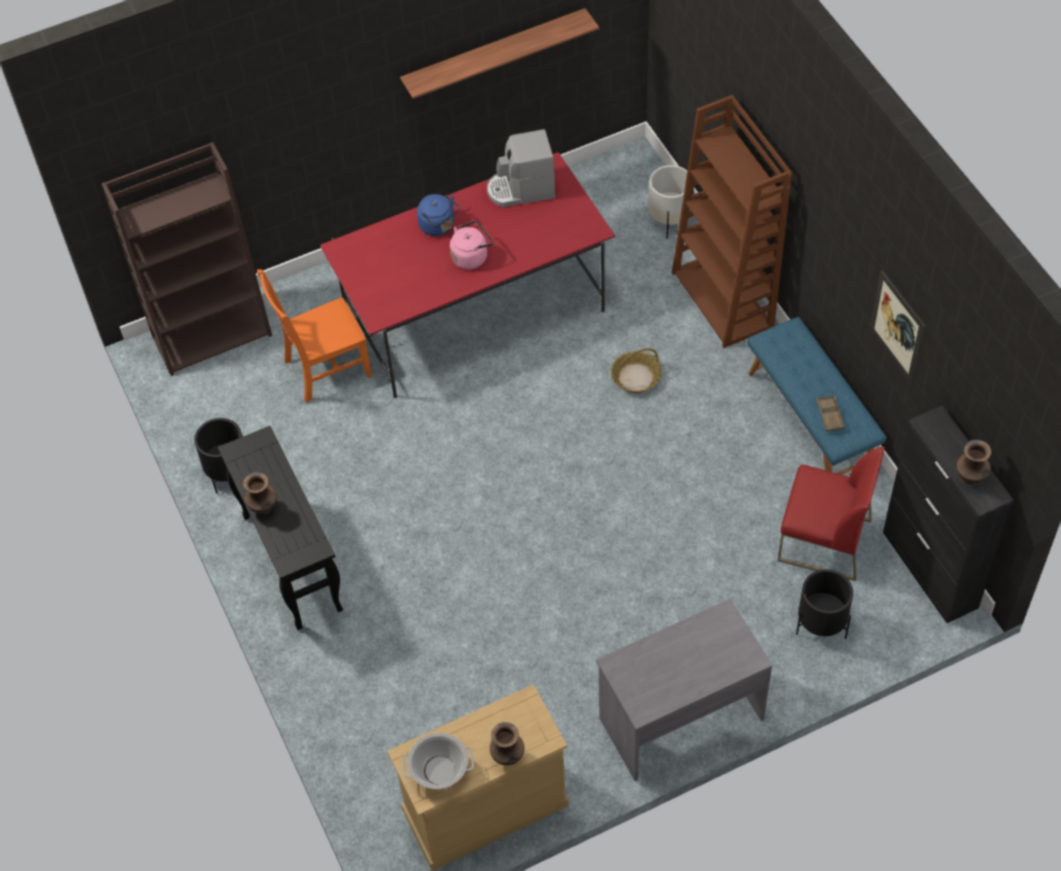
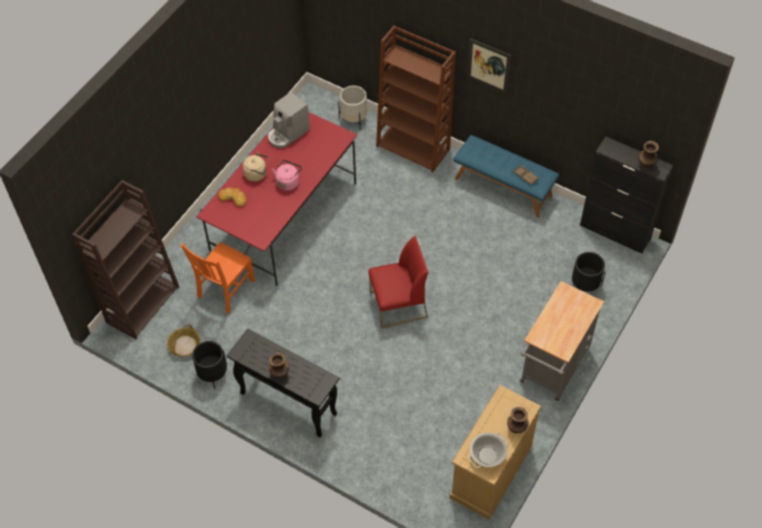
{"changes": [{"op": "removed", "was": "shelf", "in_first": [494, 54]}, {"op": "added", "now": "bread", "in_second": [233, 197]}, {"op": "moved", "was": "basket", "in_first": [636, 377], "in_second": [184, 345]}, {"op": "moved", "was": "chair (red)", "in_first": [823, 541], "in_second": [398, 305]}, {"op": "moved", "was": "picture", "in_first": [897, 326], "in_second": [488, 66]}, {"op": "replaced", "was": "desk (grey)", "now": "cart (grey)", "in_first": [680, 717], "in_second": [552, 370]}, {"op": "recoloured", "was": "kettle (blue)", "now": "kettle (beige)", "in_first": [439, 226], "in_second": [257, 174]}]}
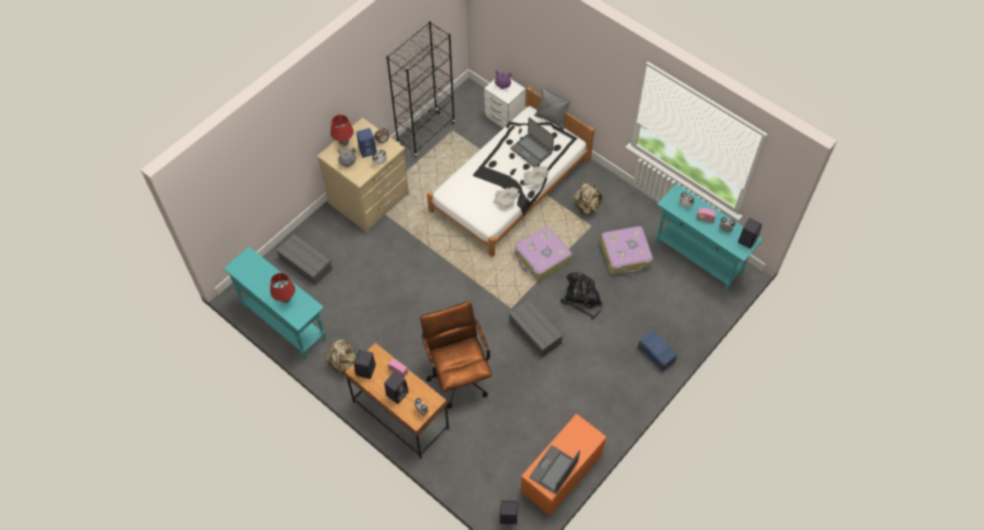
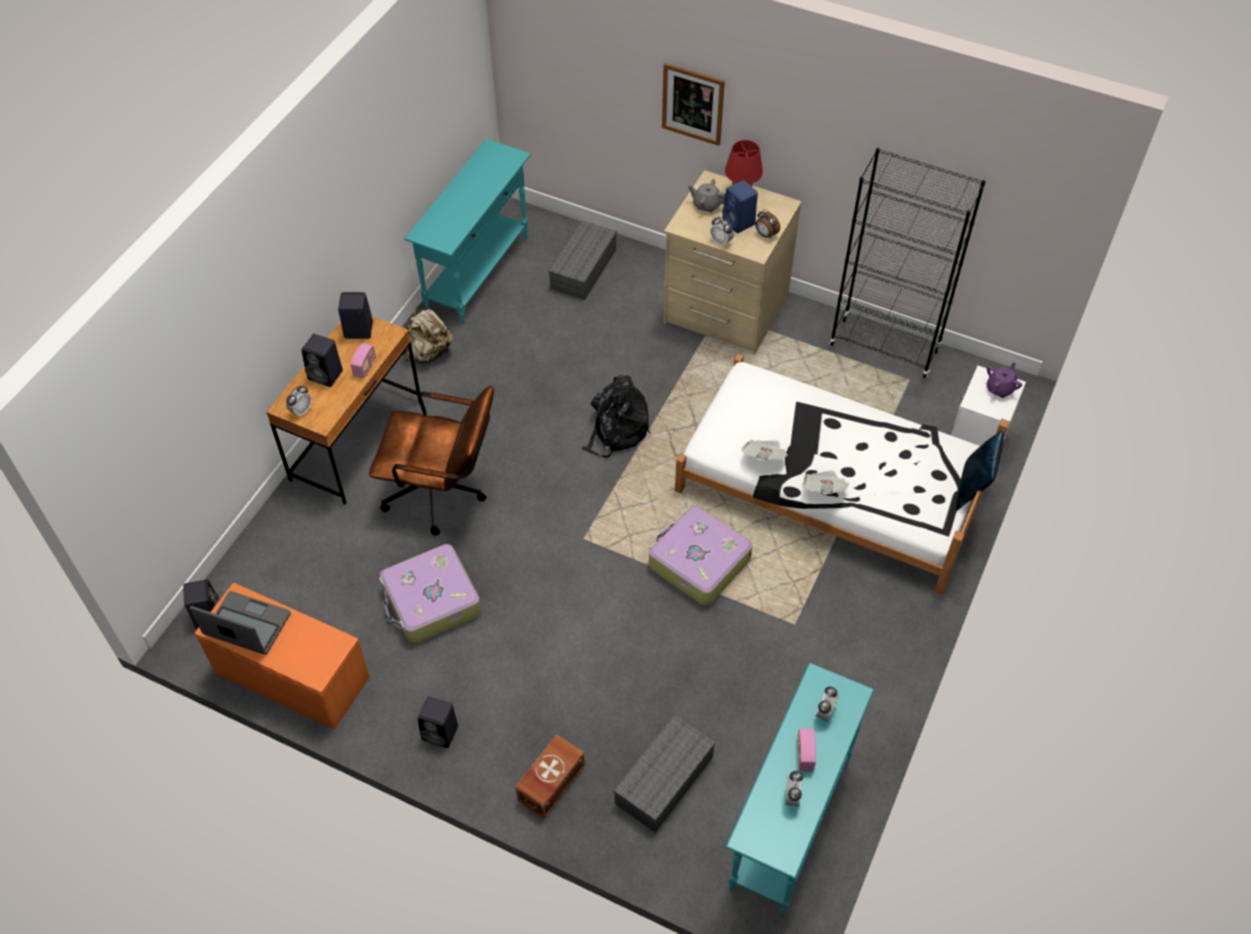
{"changes": [{"op": "removed", "was": "table lamp (red)", "in_first": [285, 299]}, {"op": "removed", "was": "laptop", "in_first": [531, 150]}, {"op": "removed", "was": "backpack (beige)", "in_first": [586, 207]}, {"op": "added", "now": "picture", "in_second": [693, 104]}, {"op": "moved", "was": "storage box (grey)", "in_first": [536, 332], "in_second": [664, 782]}, {"op": "moved", "was": "backpack (black)", "in_first": [582, 299], "in_second": [616, 430]}, {"op": "moved", "was": "suitcase", "in_first": [626, 255], "in_second": [431, 602]}, {"op": "moved", "was": "speaker (black)", "in_first": [747, 239], "in_second": [441, 733]}, {"op": "recoloured", "was": "pillow (grey)", "now": "pillow (blue)", "in_first": [552, 119], "in_second": [973, 488]}, {"op": "recoloured", "was": "storage box (blue)", "now": "storage box (brown)", "in_first": [656, 355], "in_second": [549, 783]}, {"op": "turned", "was": "office chair (brown)", "in_first": [458, 374], "in_second": [443, 494], "clockwise": 45}]}
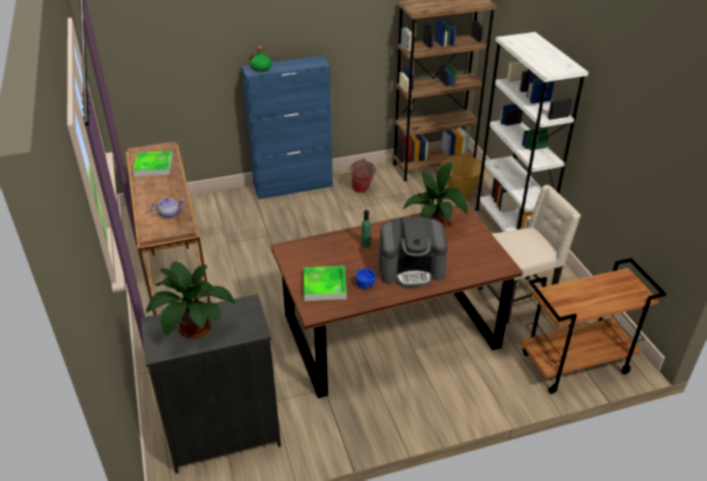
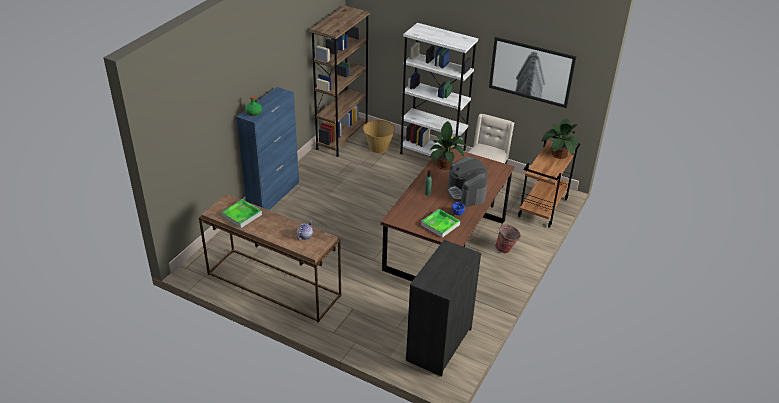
{"changes": [{"op": "added", "now": "picture", "in_second": [531, 71]}, {"op": "moved", "was": "potted plant", "in_first": [192, 327], "in_second": [558, 155]}, {"op": "moved", "was": "bucket", "in_first": [361, 190], "in_second": [506, 250]}, {"op": "turned", "was": "coffee machine", "in_first": [411, 269], "in_second": [466, 193], "clockwise": 120}]}
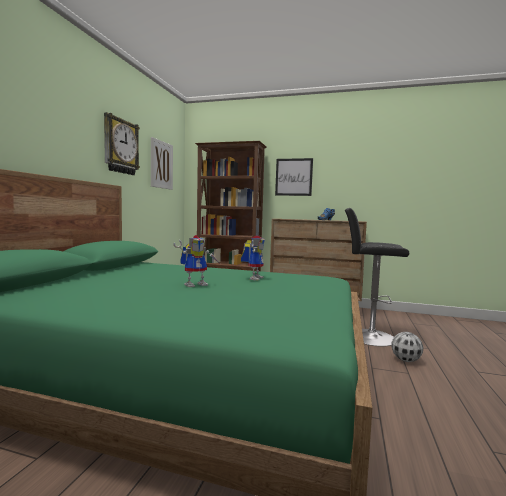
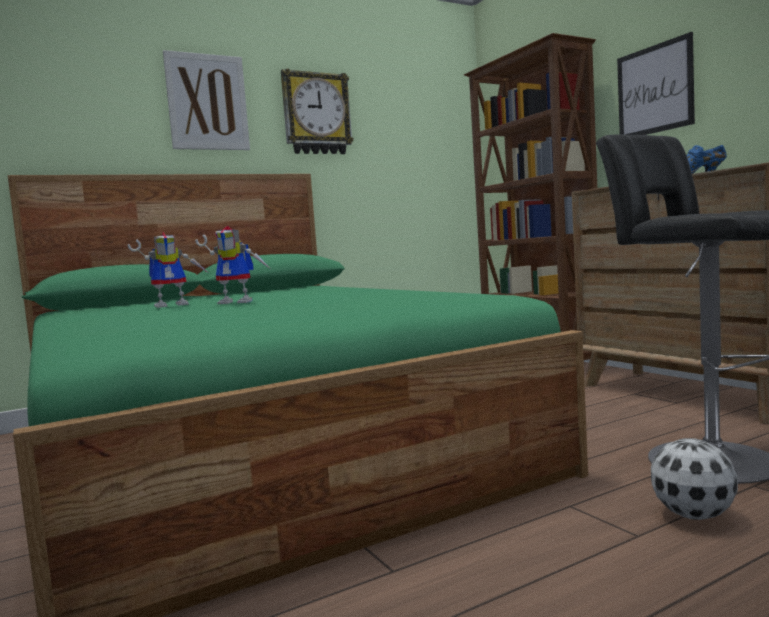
{"changes": [{"op": "moved", "was": "picture", "in_first": [161, 165], "in_second": [207, 102]}, {"op": "moved", "was": "toy robot", "in_first": [254, 278], "in_second": [174, 305]}]}
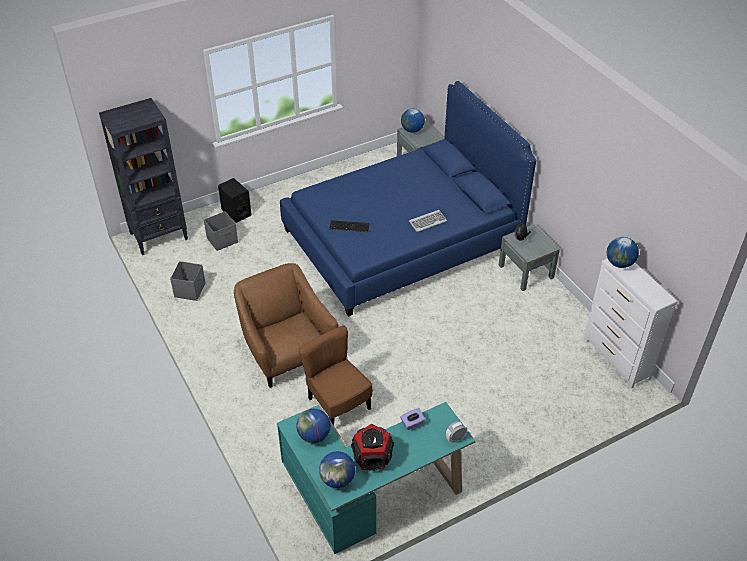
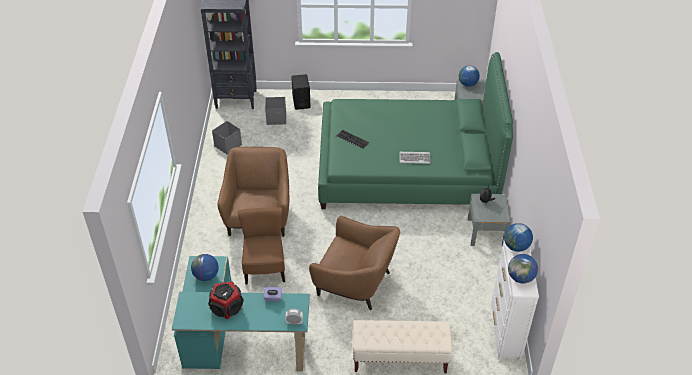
{"changes": [{"op": "added", "now": "armchair (brown)", "in_second": [355, 283]}, {"op": "added", "now": "bench (beige)", "in_second": [399, 358]}, {"op": "moved", "was": "globe", "in_first": [338, 479], "in_second": [520, 278]}, {"op": "recoloured", "was": "bed (blue)", "now": "bed (green)", "in_first": [401, 238], "in_second": [407, 167]}]}
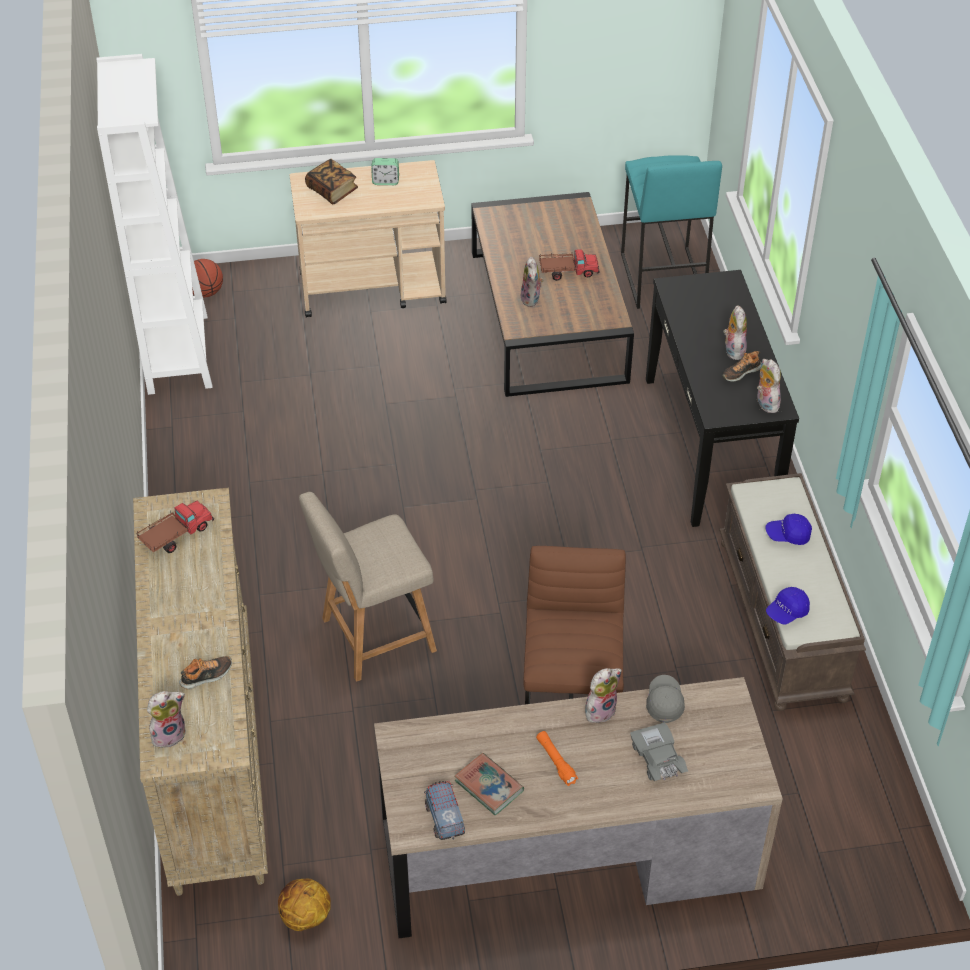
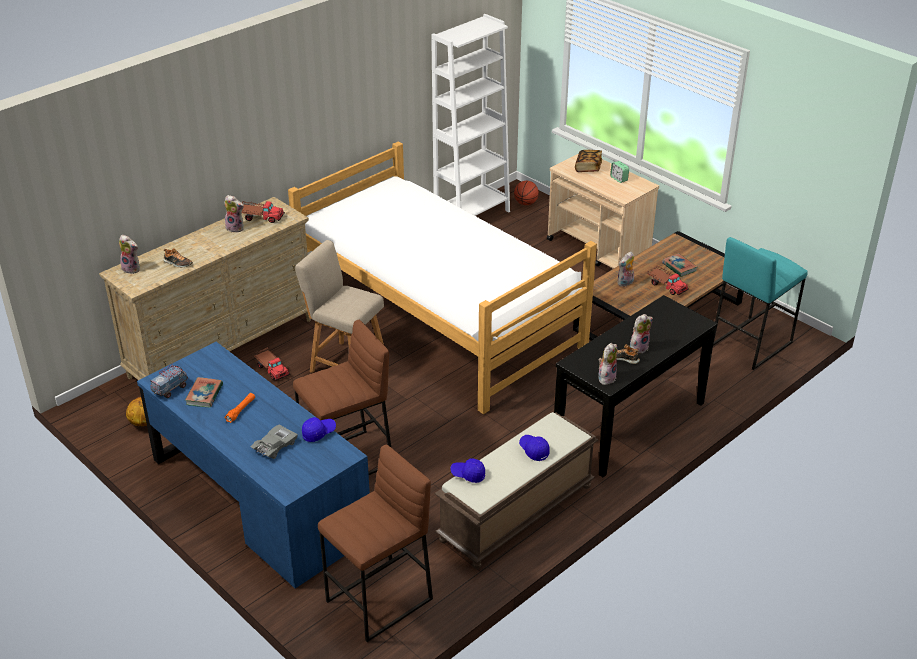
{"changes": [{"op": "added", "now": "toy truck", "in_second": [272, 369]}, {"op": "added", "now": "bed", "in_second": [438, 317]}, {"op": "added", "now": "stool (brown)", "in_second": [380, 601]}, {"op": "added", "now": "book", "in_second": [679, 267]}, {"op": "moved", "was": "plush toy", "in_first": [600, 710], "in_second": [236, 228]}, {"op": "recoloured", "was": "desk (brown)", "now": "desk (blue)", "in_first": [569, 852], "in_second": [259, 498]}, {"op": "recoloured", "was": "cap (grey)", "now": "cap (blue)", "in_first": [664, 702], "in_second": [318, 433]}]}
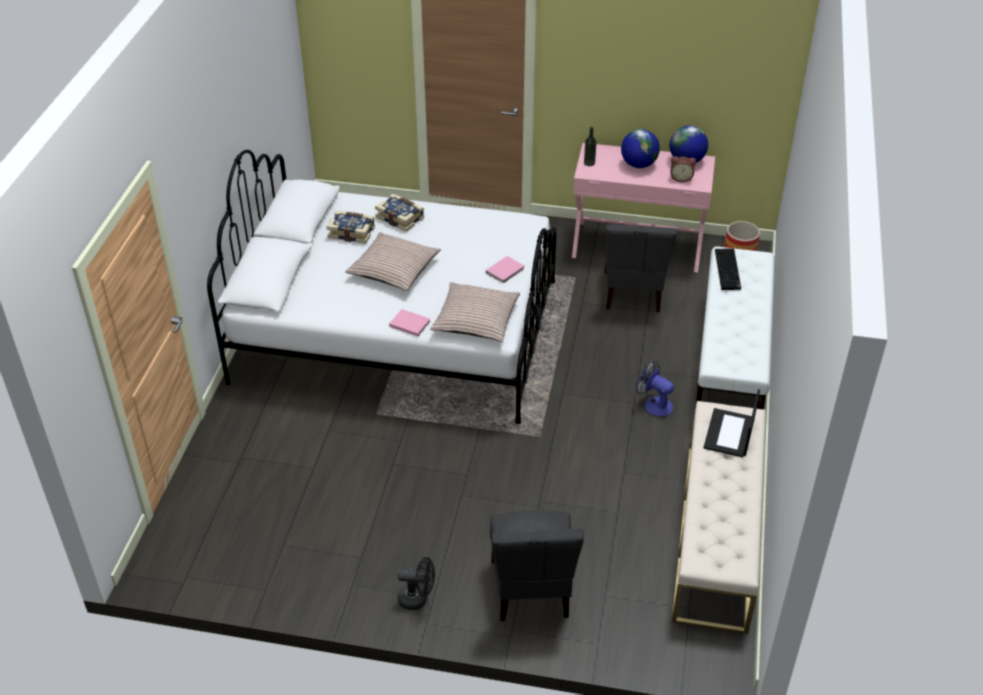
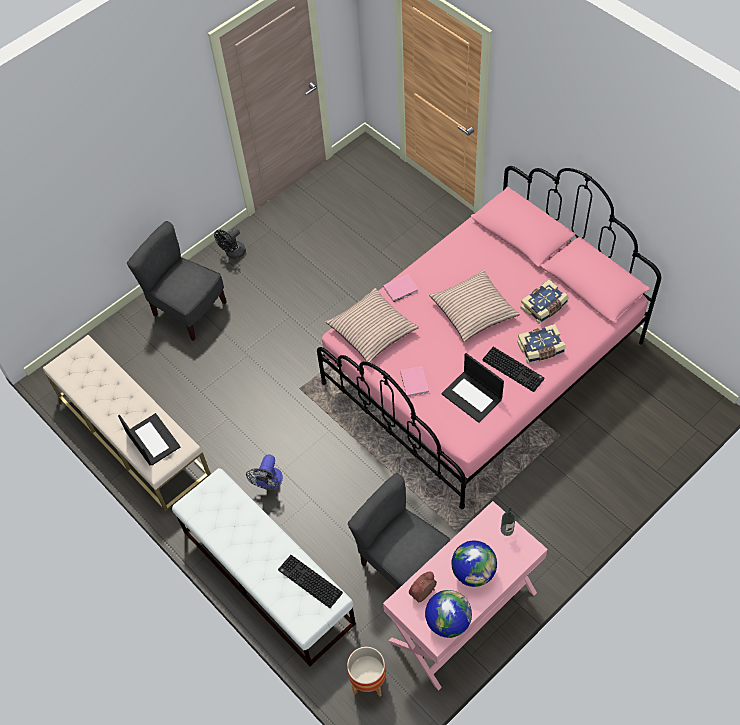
{"changes": [{"op": "added", "now": "laptop", "in_second": [472, 397]}, {"op": "added", "now": "keyboard", "in_second": [514, 369]}, {"op": "recoloured", "was": "bed (white)", "now": "bed (pink)", "in_first": [397, 330], "in_second": [483, 363]}, {"op": "turned", "was": "fan", "in_first": [653, 404], "in_second": [269, 483], "clockwise": 120}]}
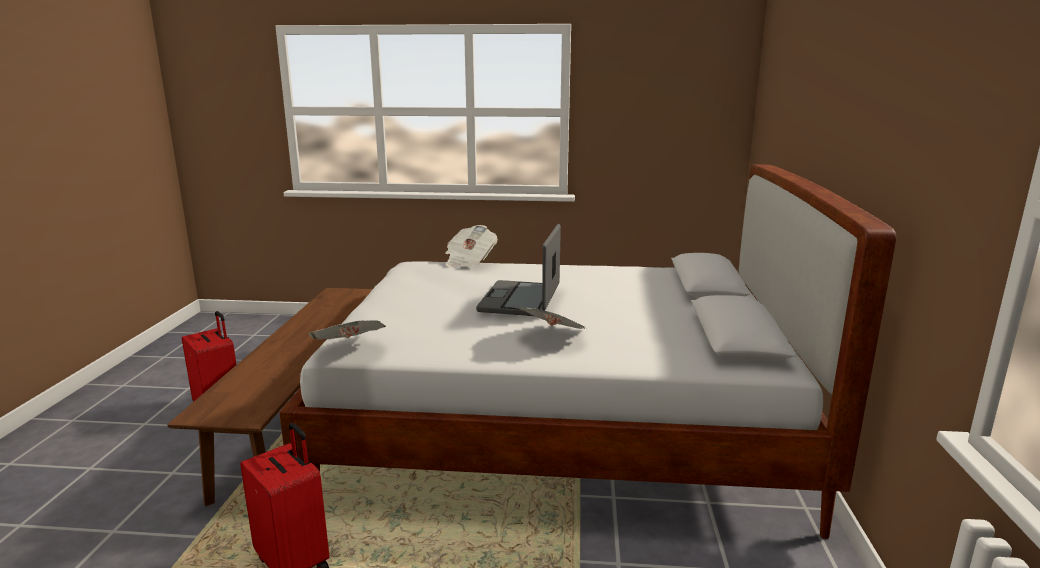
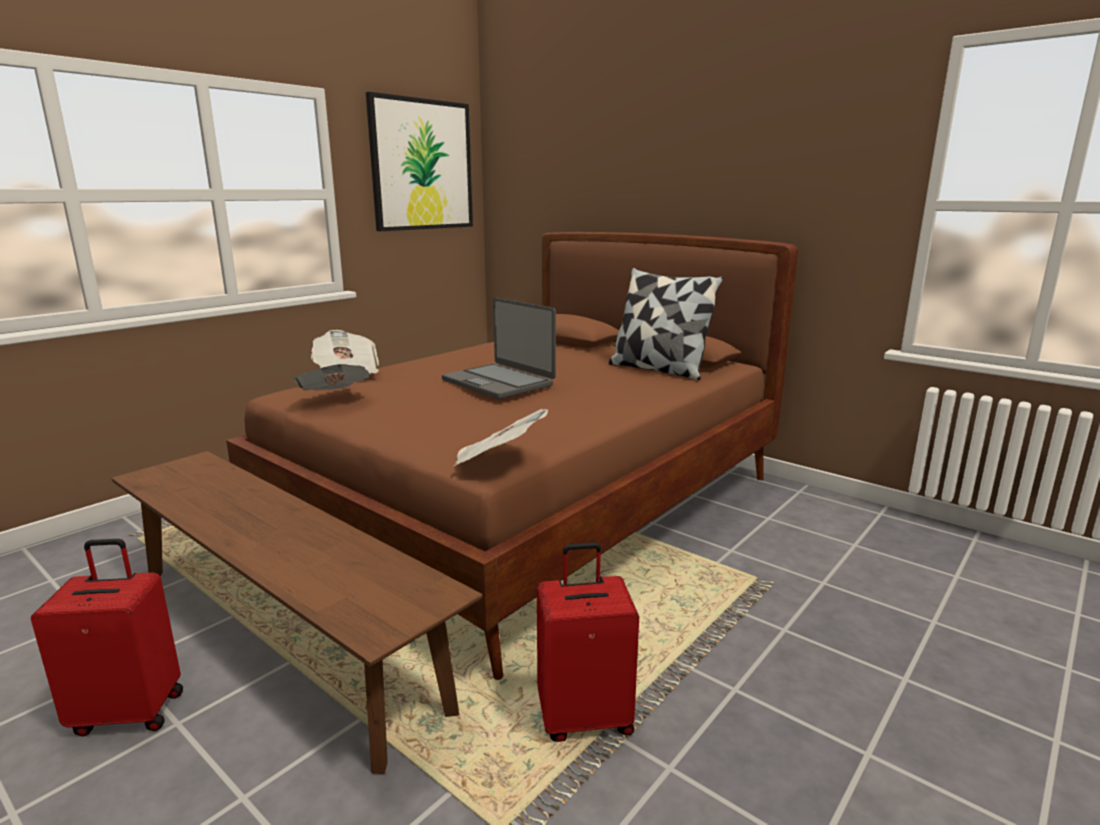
{"changes": [{"op": "added", "now": "picture", "in_second": [422, 165]}, {"op": "added", "now": "pillow", "in_second": [659, 369]}, {"op": "moved", "was": "newspaper", "in_first": [554, 337], "in_second": [334, 398]}, {"op": "recoloured", "was": "bed (white)", "now": "bed (brown)", "in_first": [562, 427], "in_second": [533, 506]}]}
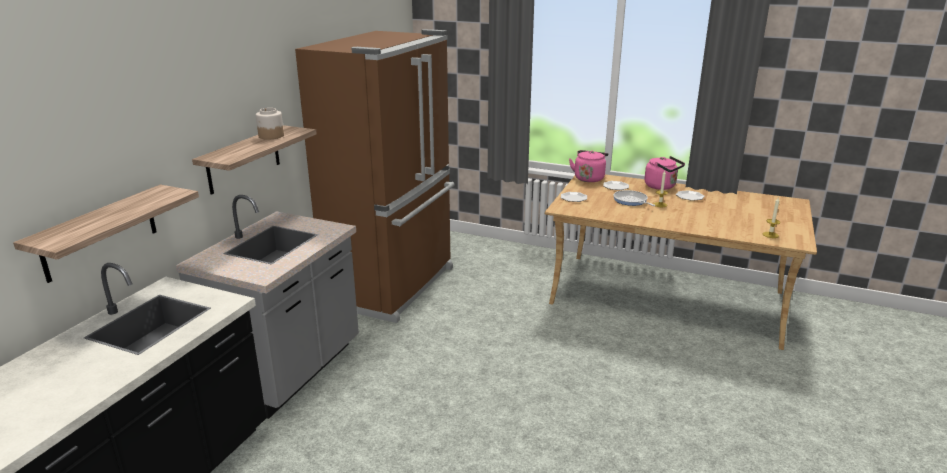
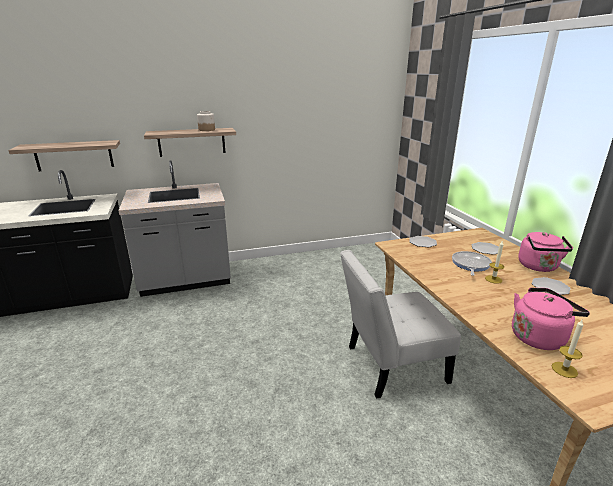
{"changes": [{"op": "removed", "was": "fridge (brown)", "in_first": [394, 286]}, {"op": "added", "now": "chair (white)", "in_second": [390, 365]}, {"op": "moved", "was": "kettle (pink)", "in_first": [589, 178], "in_second": [539, 337]}]}
